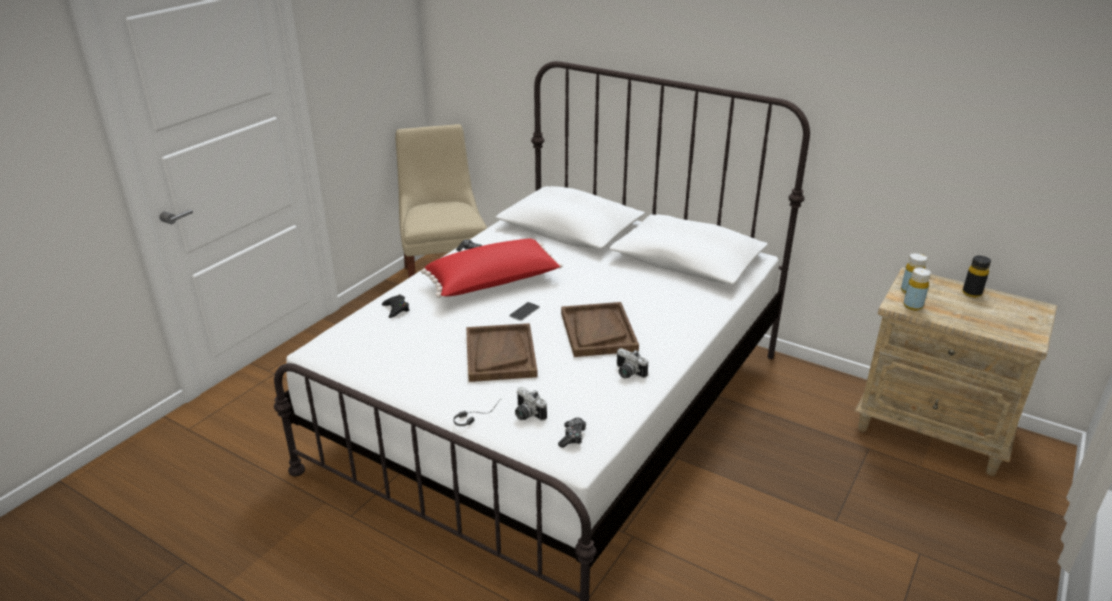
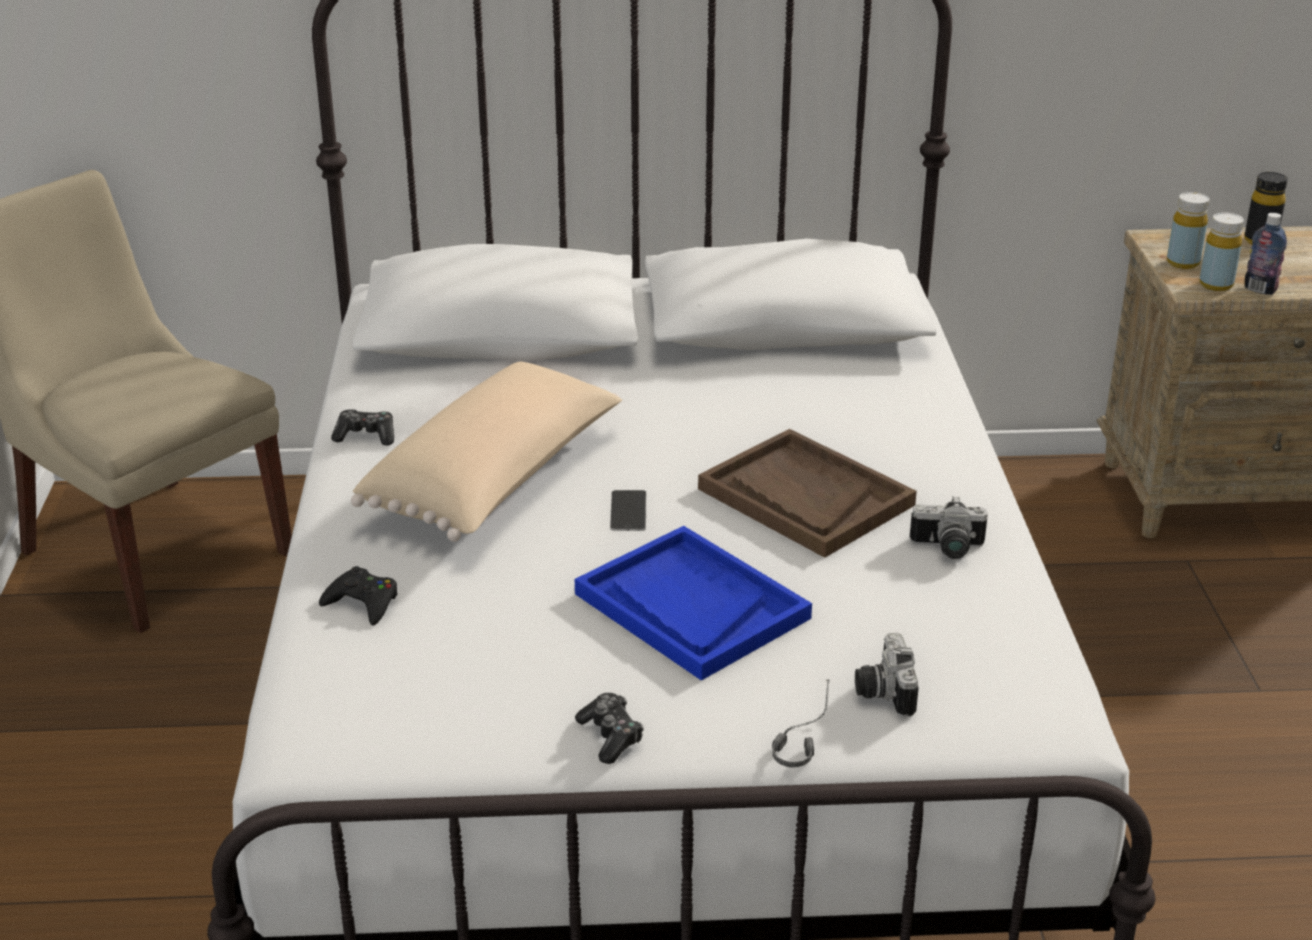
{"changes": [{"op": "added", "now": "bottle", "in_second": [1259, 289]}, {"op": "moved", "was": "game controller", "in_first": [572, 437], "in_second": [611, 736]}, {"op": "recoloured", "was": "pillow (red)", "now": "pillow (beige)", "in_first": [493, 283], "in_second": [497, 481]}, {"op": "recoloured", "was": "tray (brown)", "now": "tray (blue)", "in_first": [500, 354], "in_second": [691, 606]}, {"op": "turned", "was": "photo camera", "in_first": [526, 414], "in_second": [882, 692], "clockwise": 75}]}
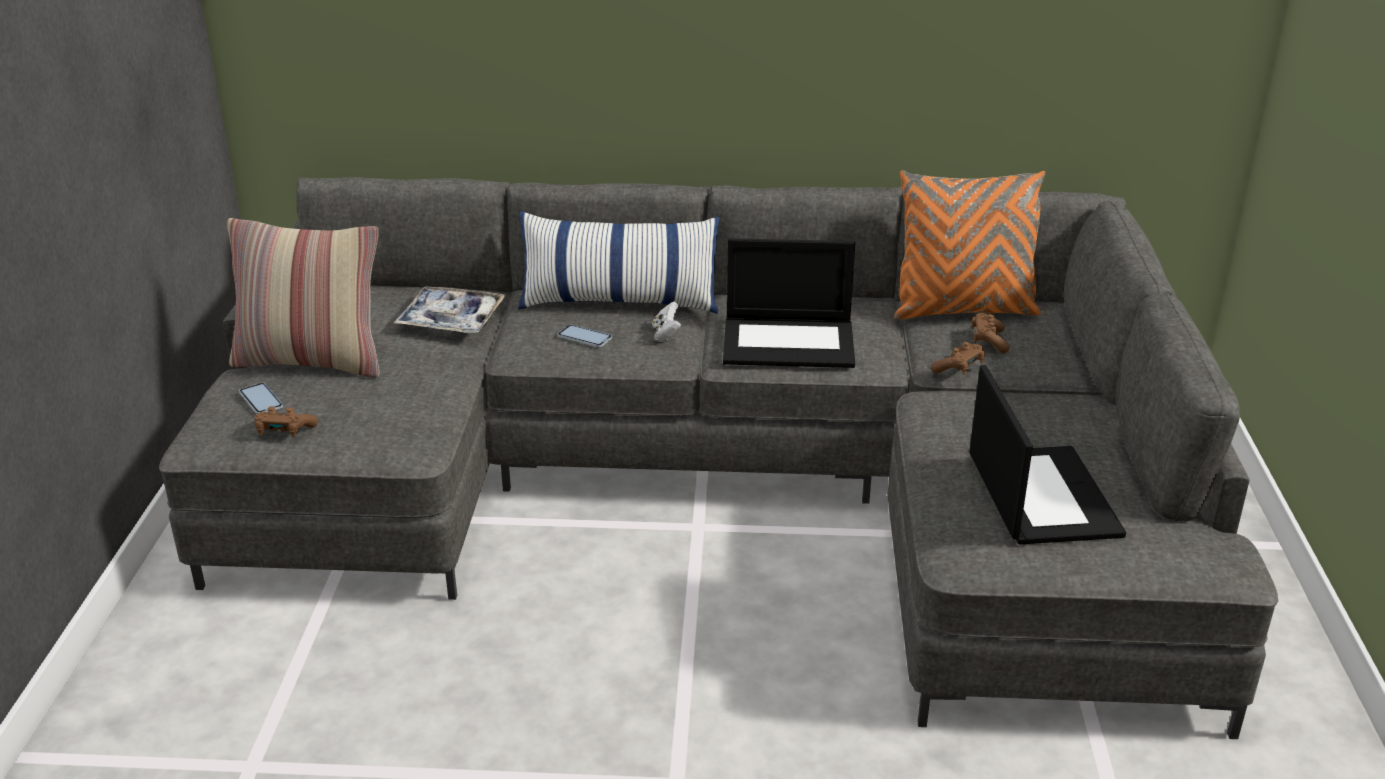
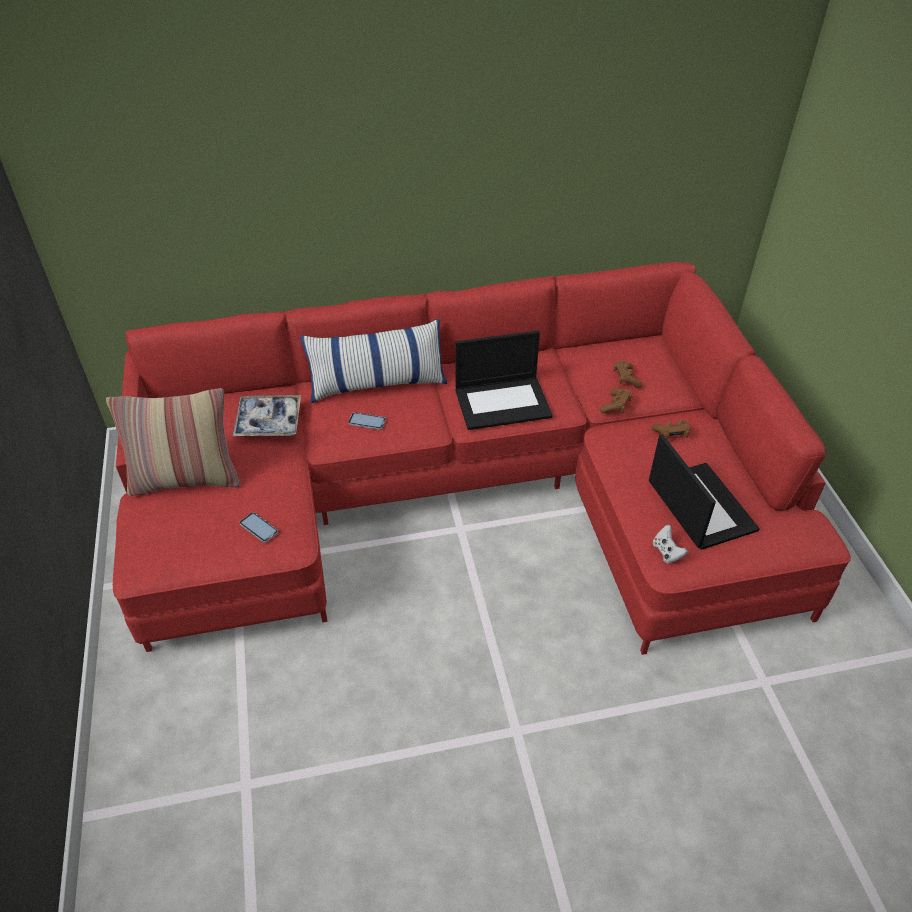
{"changes": [{"op": "removed", "was": "pillow (orange)", "in_first": [963, 310]}, {"op": "moved", "was": "phone", "in_first": [261, 400], "in_second": [259, 528]}, {"op": "moved", "was": "game controller (brown)", "in_first": [284, 432], "in_second": [671, 434]}, {"op": "moved", "was": "game controller (white)", "in_first": [666, 335], "in_second": [667, 552]}, {"op": "recoloured", "was": "sofa (grey)", "now": "sofa (red)", "in_first": [726, 488], "in_second": [467, 493]}]}
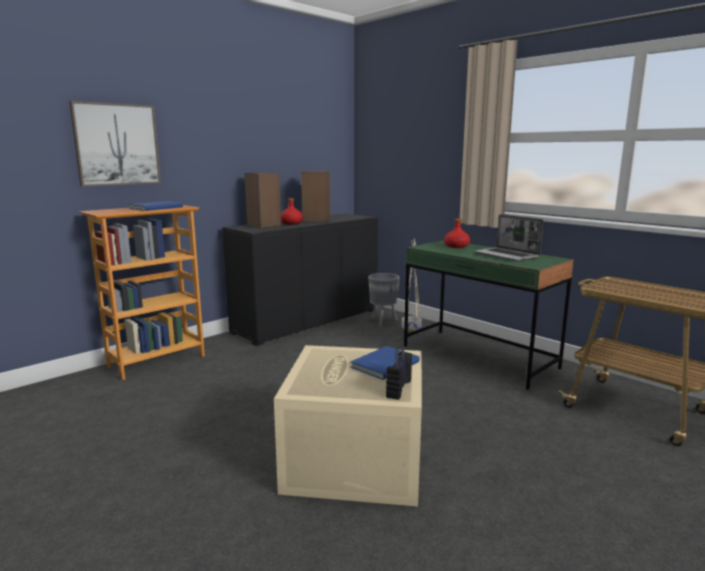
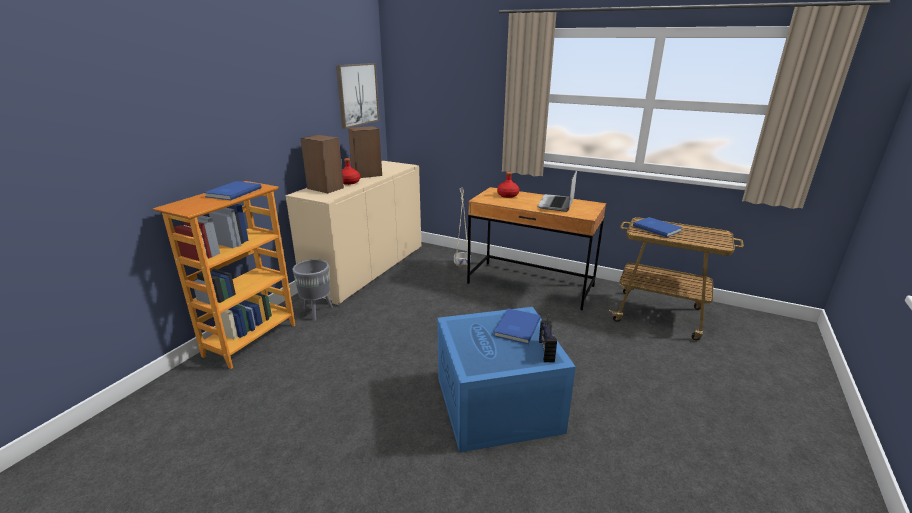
{"changes": [{"op": "added", "now": "book (blue)", "in_second": [657, 228]}, {"op": "moved", "was": "picture", "in_first": [117, 145], "in_second": [357, 94]}, {"op": "moved", "was": "planter (grey)", "in_first": [383, 321], "in_second": [317, 312]}, {"op": "recoloured", "was": "cabinet (black)", "now": "cabinet (beige)", "in_first": [307, 321], "in_second": [367, 268]}, {"op": "recoloured", "was": "storage box (beige)", "now": "storage box (blue)", "in_first": [357, 460], "in_second": [499, 405]}, {"op": "recoloured", "was": "desk (green)", "now": "desk (brown)", "in_first": [478, 357], "in_second": [530, 285]}, {"op": "turned", "was": "laptop", "in_first": [507, 255], "in_second": [556, 204], "clockwise": 75}]}
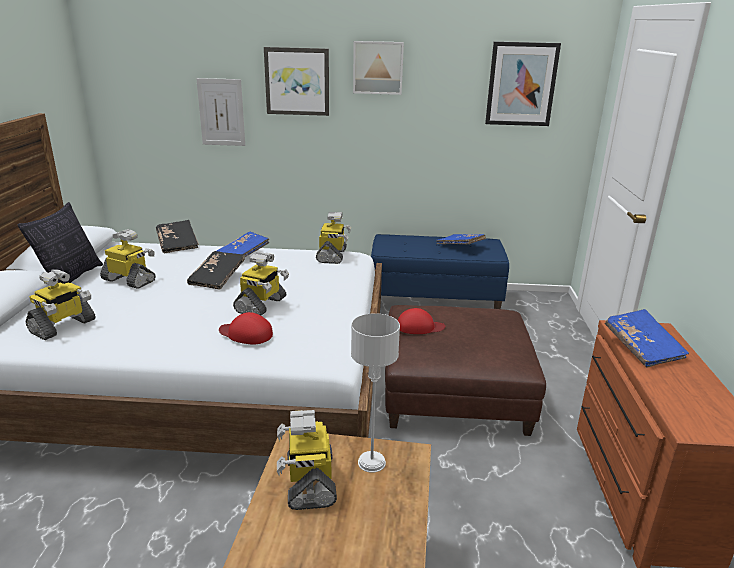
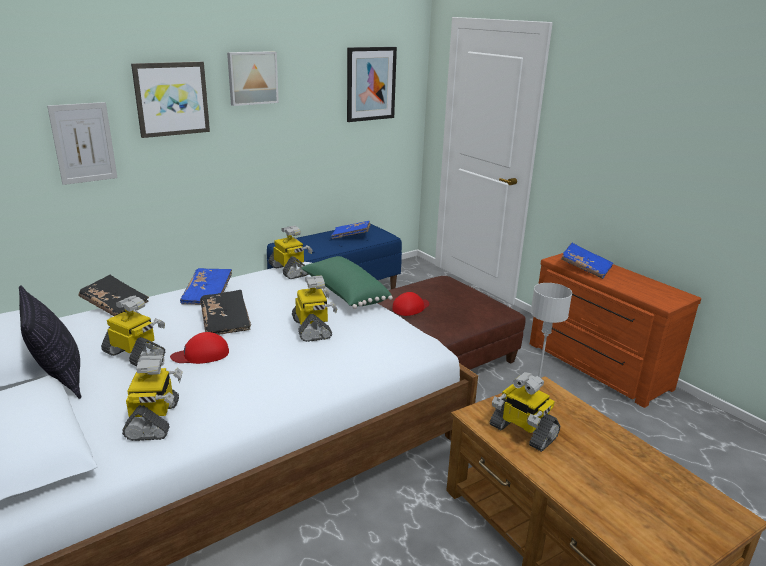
{"changes": [{"op": "added", "now": "pillow (green)", "in_second": [344, 294]}, {"op": "moved", "was": "cap (red)", "in_first": [246, 334], "in_second": [201, 354]}, {"op": "turned", "was": "toy robot", "in_first": [130, 280], "in_second": [135, 355], "clockwise": 45}]}
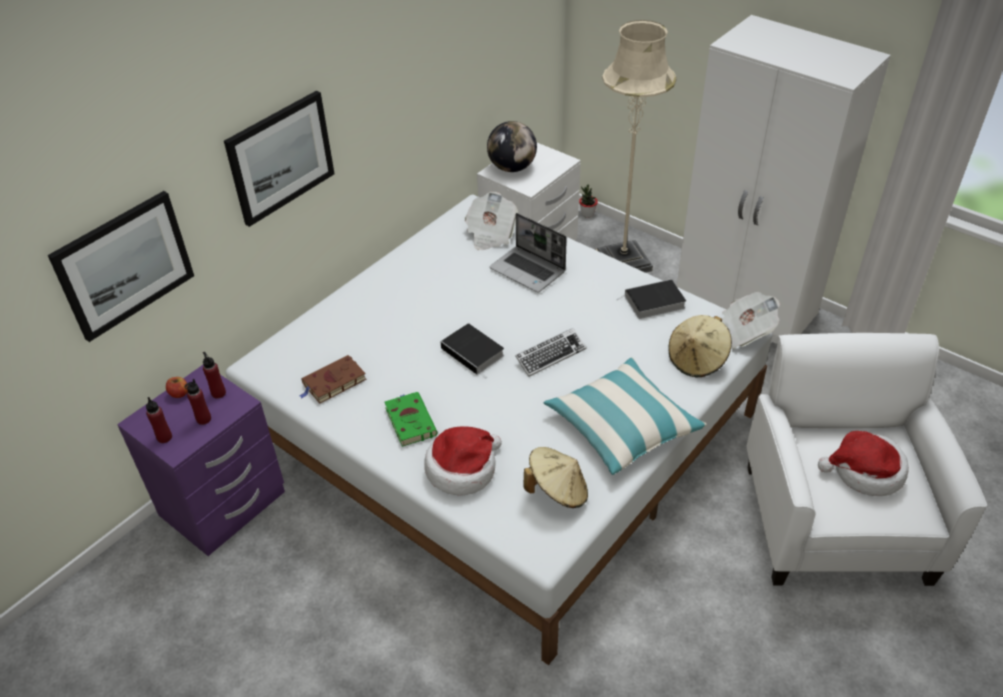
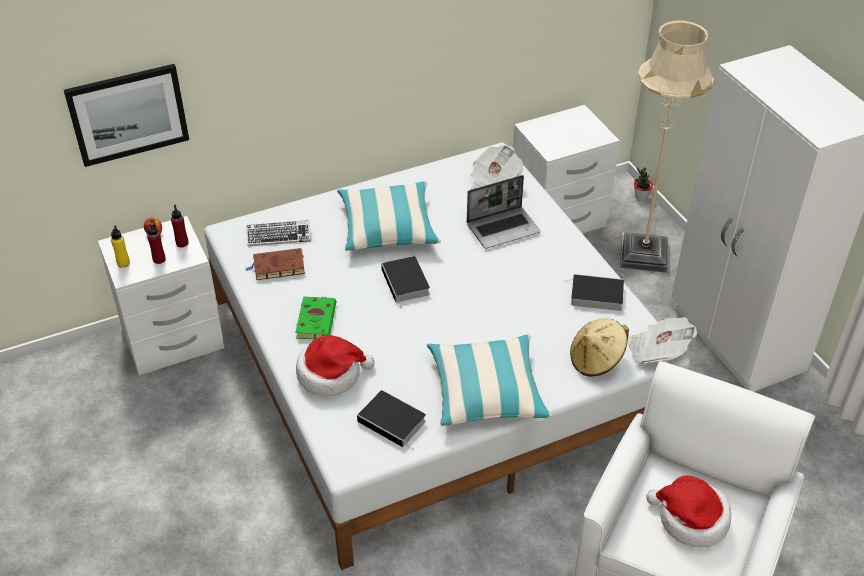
{"changes": [{"op": "removed", "was": "picture", "in_first": [280, 157]}, {"op": "removed", "was": "globe", "in_first": [512, 168]}, {"op": "added", "now": "pillow", "in_second": [388, 227]}, {"op": "moved", "was": "keyboard", "in_first": [550, 355], "in_second": [279, 236]}, {"op": "replaced", "was": "hat (beige)", "now": "book", "in_first": [557, 491], "in_second": [393, 422]}, {"op": "recoloured", "was": "nightstand (purple)", "now": "nightstand (white)", "in_first": [224, 505], "in_second": [173, 340]}, {"op": "recoloured", "was": "bottle (red)", "now": "bottle (yellow)", "in_first": [164, 437], "in_second": [123, 263]}, {"op": "turned", "was": "laptop", "in_first": [528, 270], "in_second": [503, 228], "clockwise": -90}]}
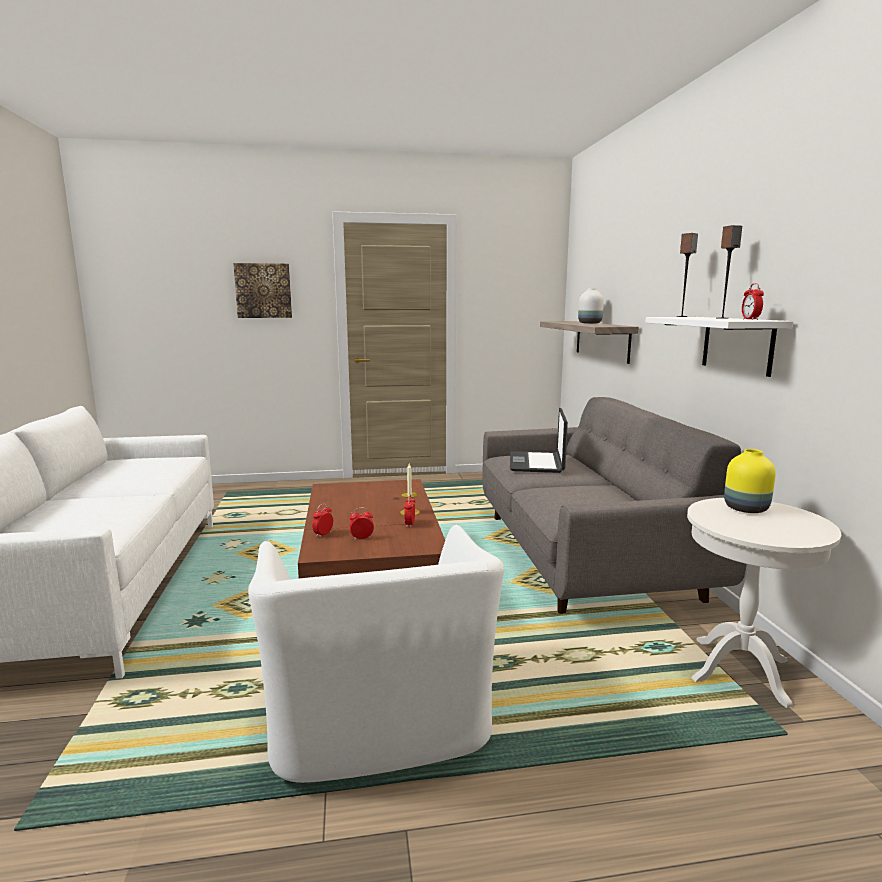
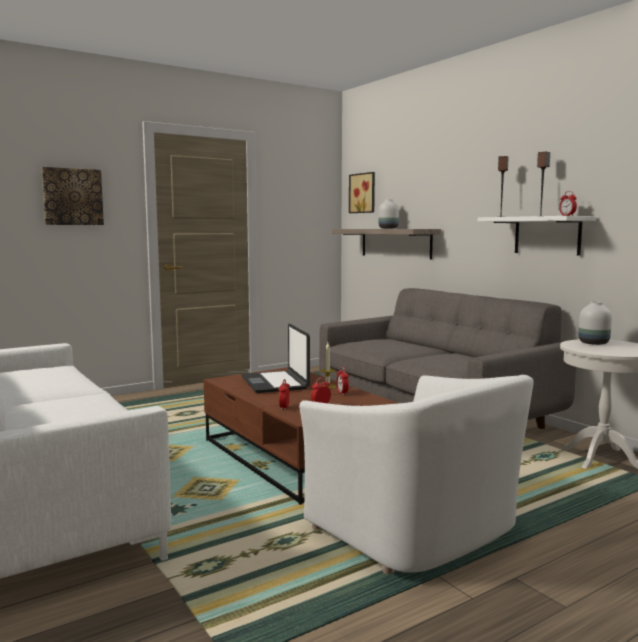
{"changes": [{"op": "added", "now": "picture", "in_second": [363, 193]}, {"op": "moved", "was": "laptop", "in_first": [537, 463], "in_second": [275, 383]}, {"op": "recoloured", "was": "vase (yellow)", "now": "vase (white)", "in_first": [745, 509], "in_second": [593, 343]}]}
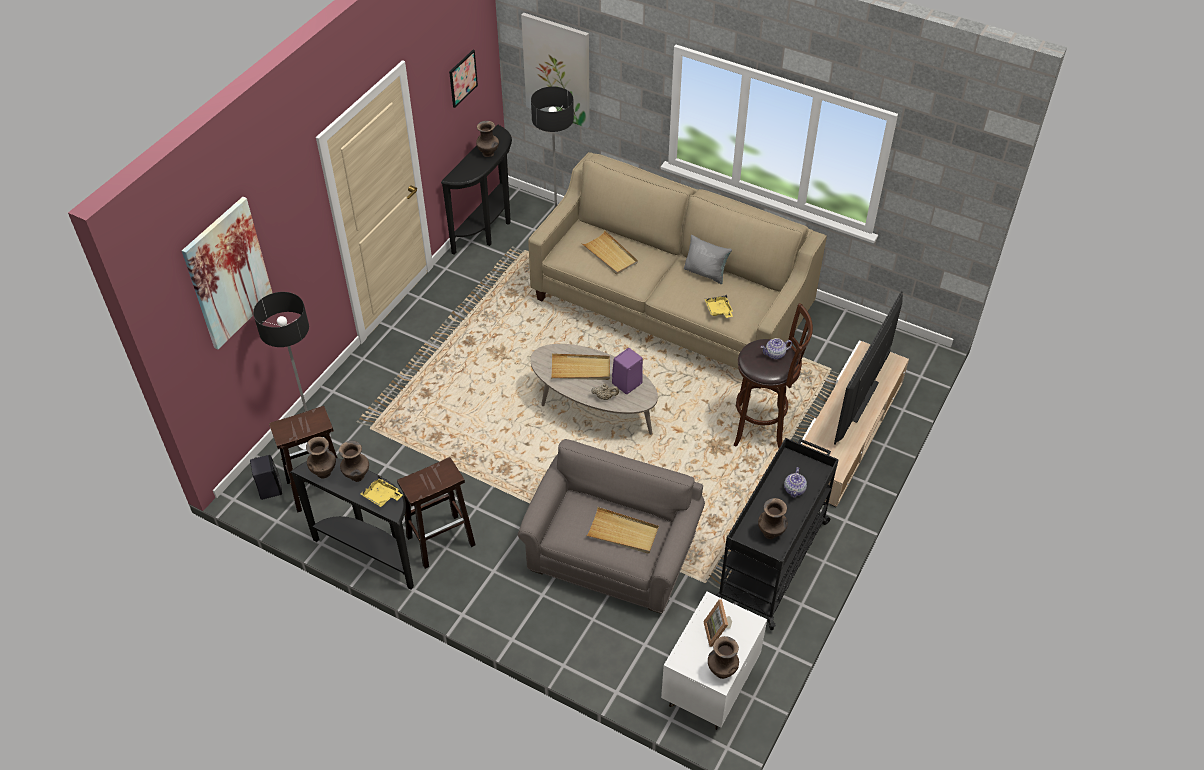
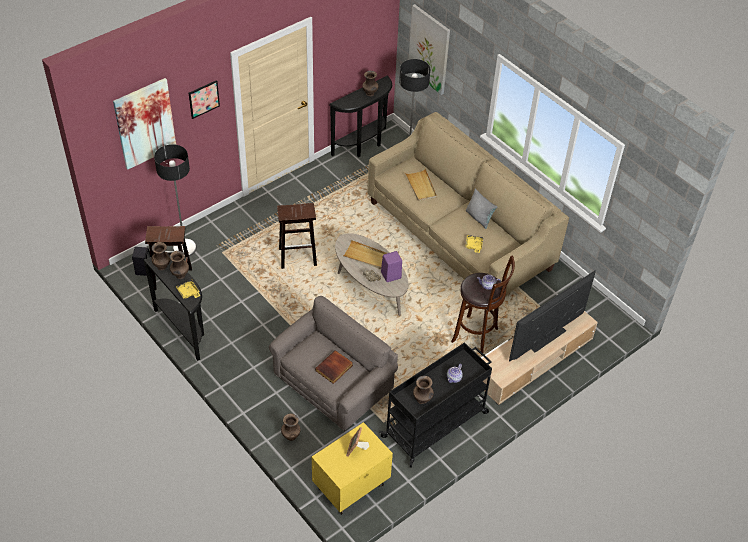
{"changes": [{"op": "moved", "was": "stool (brown)", "in_first": [441, 540], "in_second": [298, 256]}, {"op": "moved", "was": "picture", "in_first": [462, 78], "in_second": [204, 99]}, {"op": "moved", "was": "vase (brown)", "in_first": [721, 671], "in_second": [291, 436]}, {"op": "replaced", "was": "tray (beige)", "now": "book", "in_first": [623, 533], "in_second": [334, 368]}, {"op": "recoloured", "was": "nightstand (white)", "now": "nightstand (yellow)", "in_first": [710, 688], "in_second": [351, 488]}]}
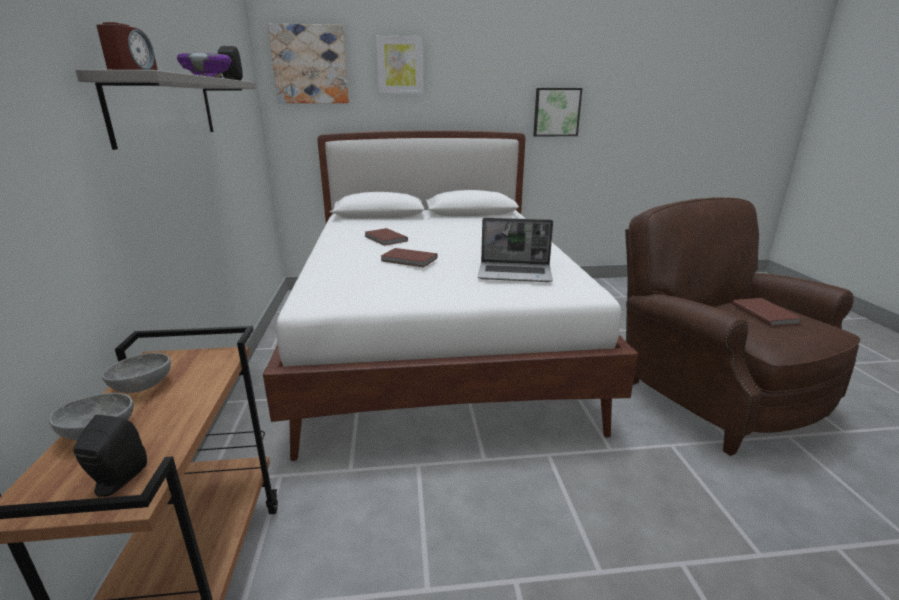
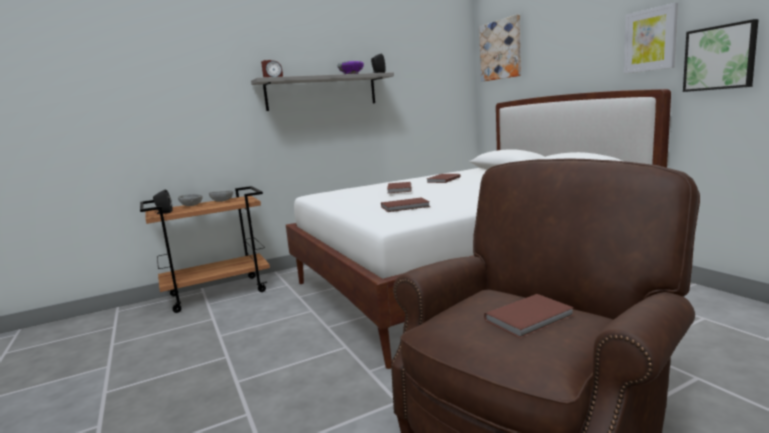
{"changes": [{"op": "moved", "was": "picture", "in_first": [400, 65], "in_second": [650, 40]}, {"op": "replaced", "was": "laptop", "now": "book (brown)", "in_first": [515, 273], "in_second": [406, 207]}]}
